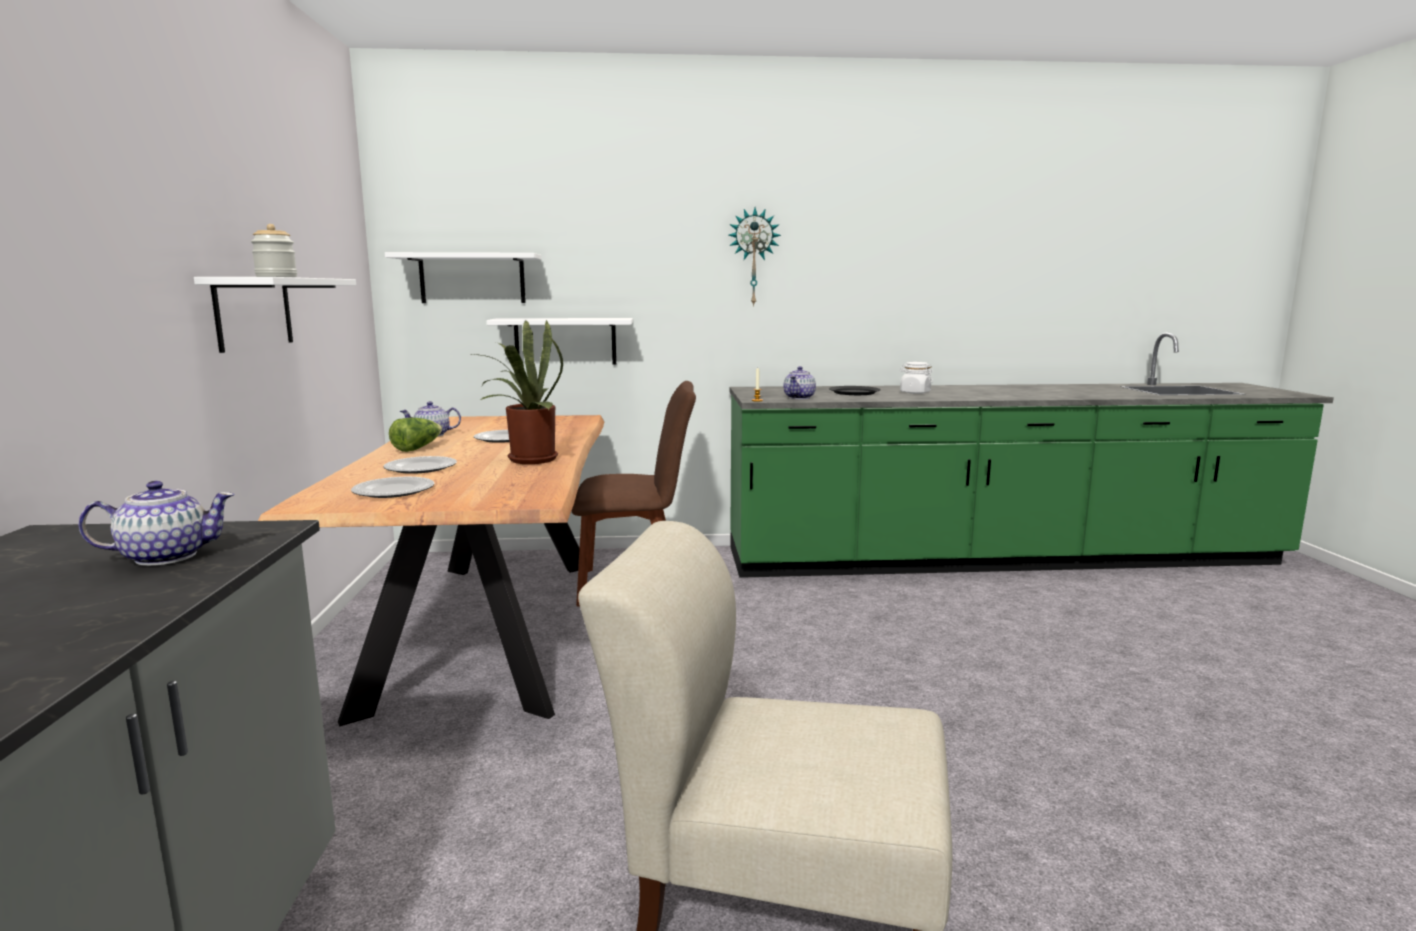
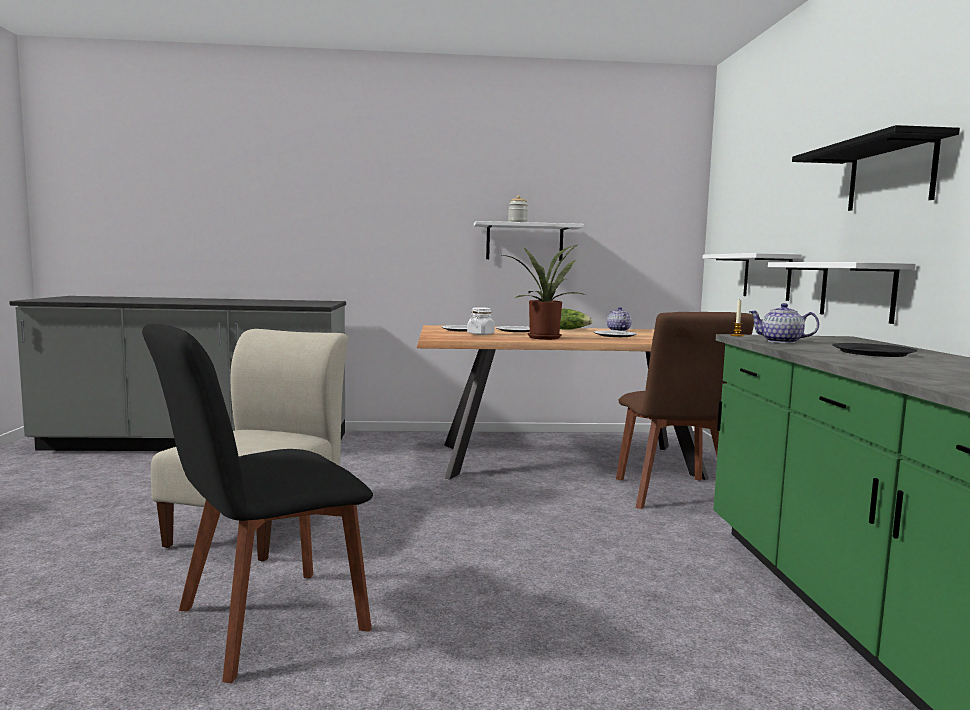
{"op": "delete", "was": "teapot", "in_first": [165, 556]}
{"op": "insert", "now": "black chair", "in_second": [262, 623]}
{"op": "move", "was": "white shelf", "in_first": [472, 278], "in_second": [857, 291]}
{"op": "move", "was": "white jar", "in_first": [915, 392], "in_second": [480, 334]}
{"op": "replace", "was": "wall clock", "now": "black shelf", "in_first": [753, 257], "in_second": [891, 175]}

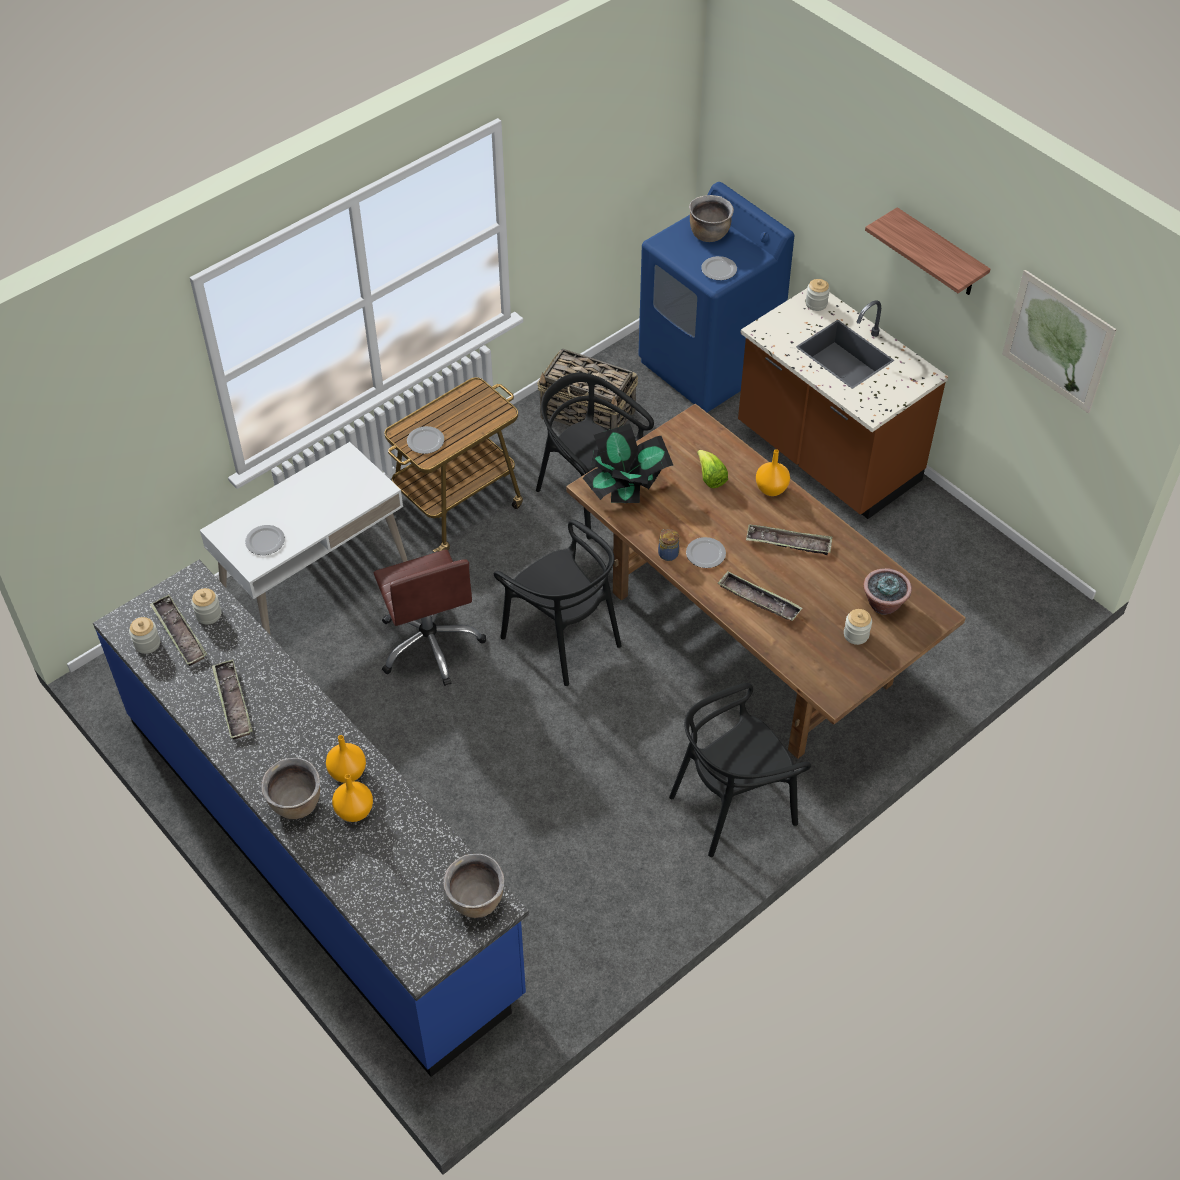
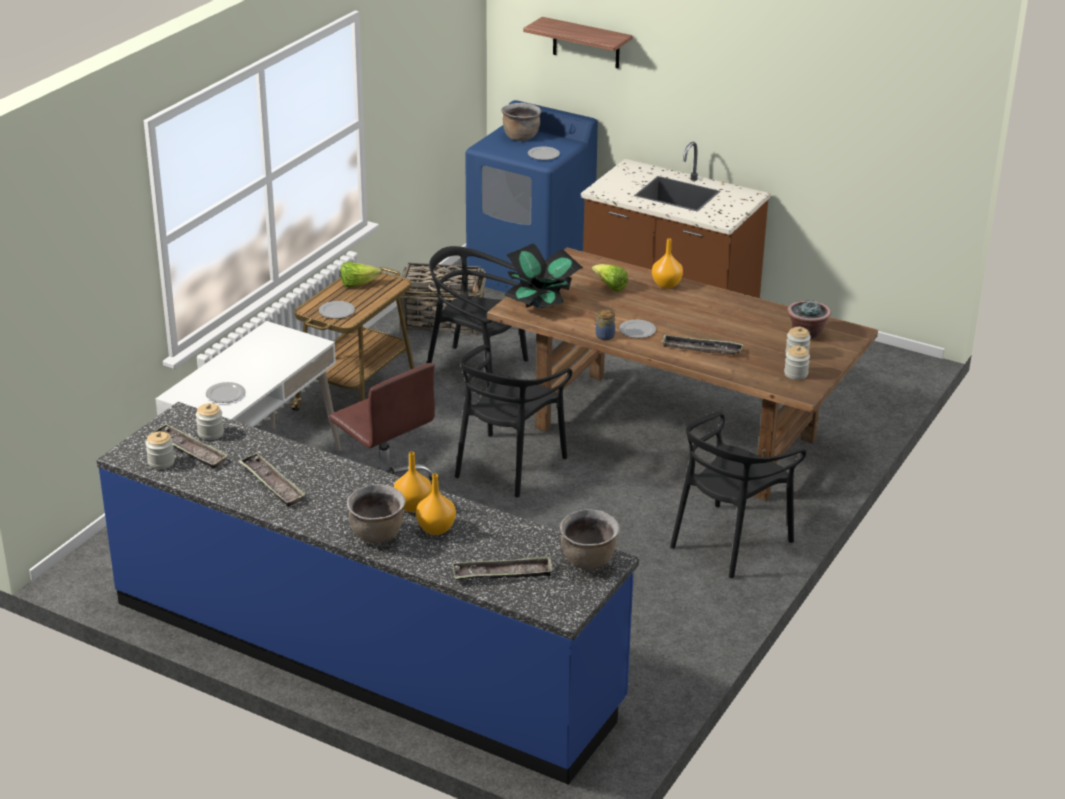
{"op": "delete", "was": "picture", "in_first": [1057, 341]}
{"op": "insert", "now": "lettuce", "in_second": [358, 284]}
{"op": "move", "was": "tray", "in_first": [788, 543], "in_second": [502, 574]}
{"op": "move", "was": "jar", "in_first": [816, 303], "in_second": [796, 374]}
{"op": "move", "was": "shelf", "in_first": [939, 254], "in_second": [586, 43]}
{"op": "rotate", "was": "black chair", "in_first": [562, 638], "in_second": [508, 465], "clockwise": 90}

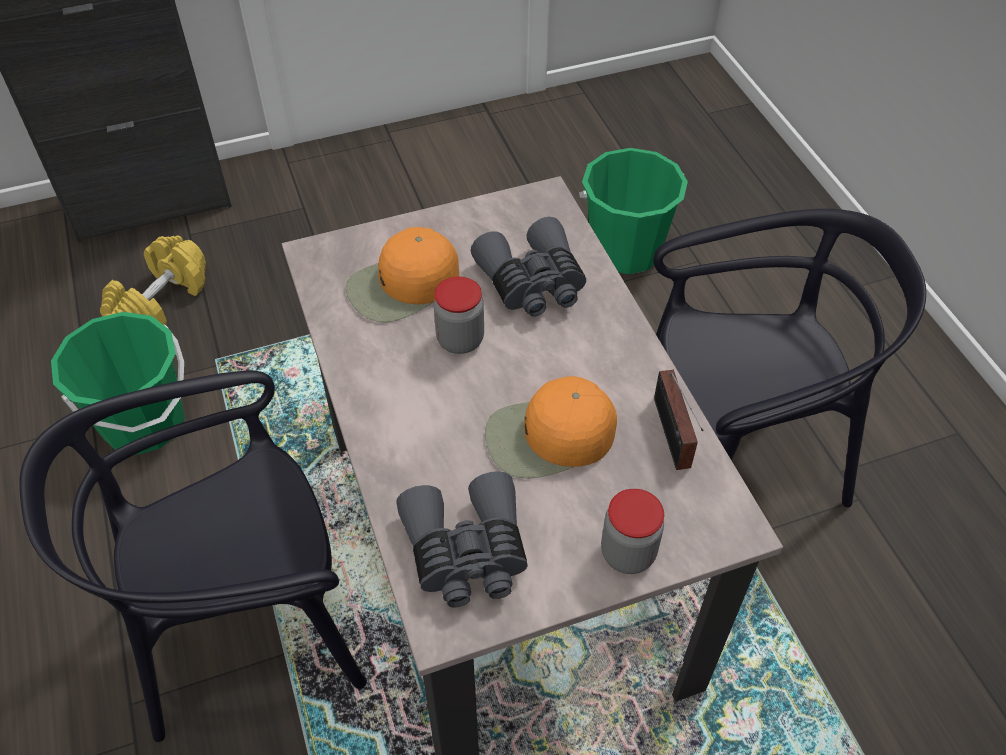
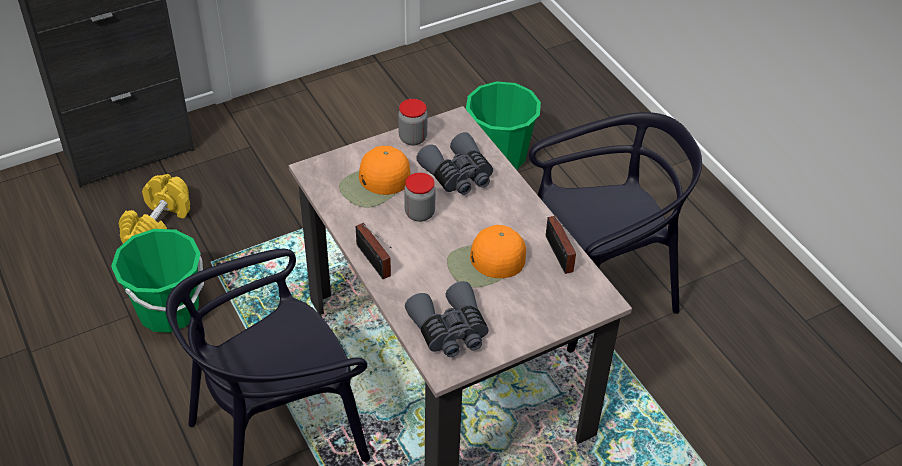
{"op": "insert", "now": "radio", "in_second": [374, 262]}
{"op": "move", "was": "jar", "in_first": [628, 553], "in_second": [412, 138]}

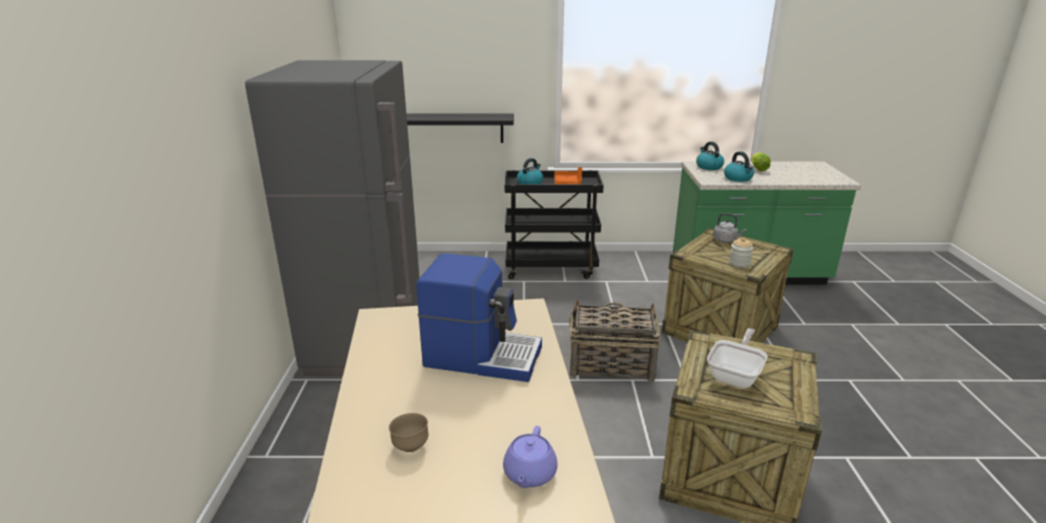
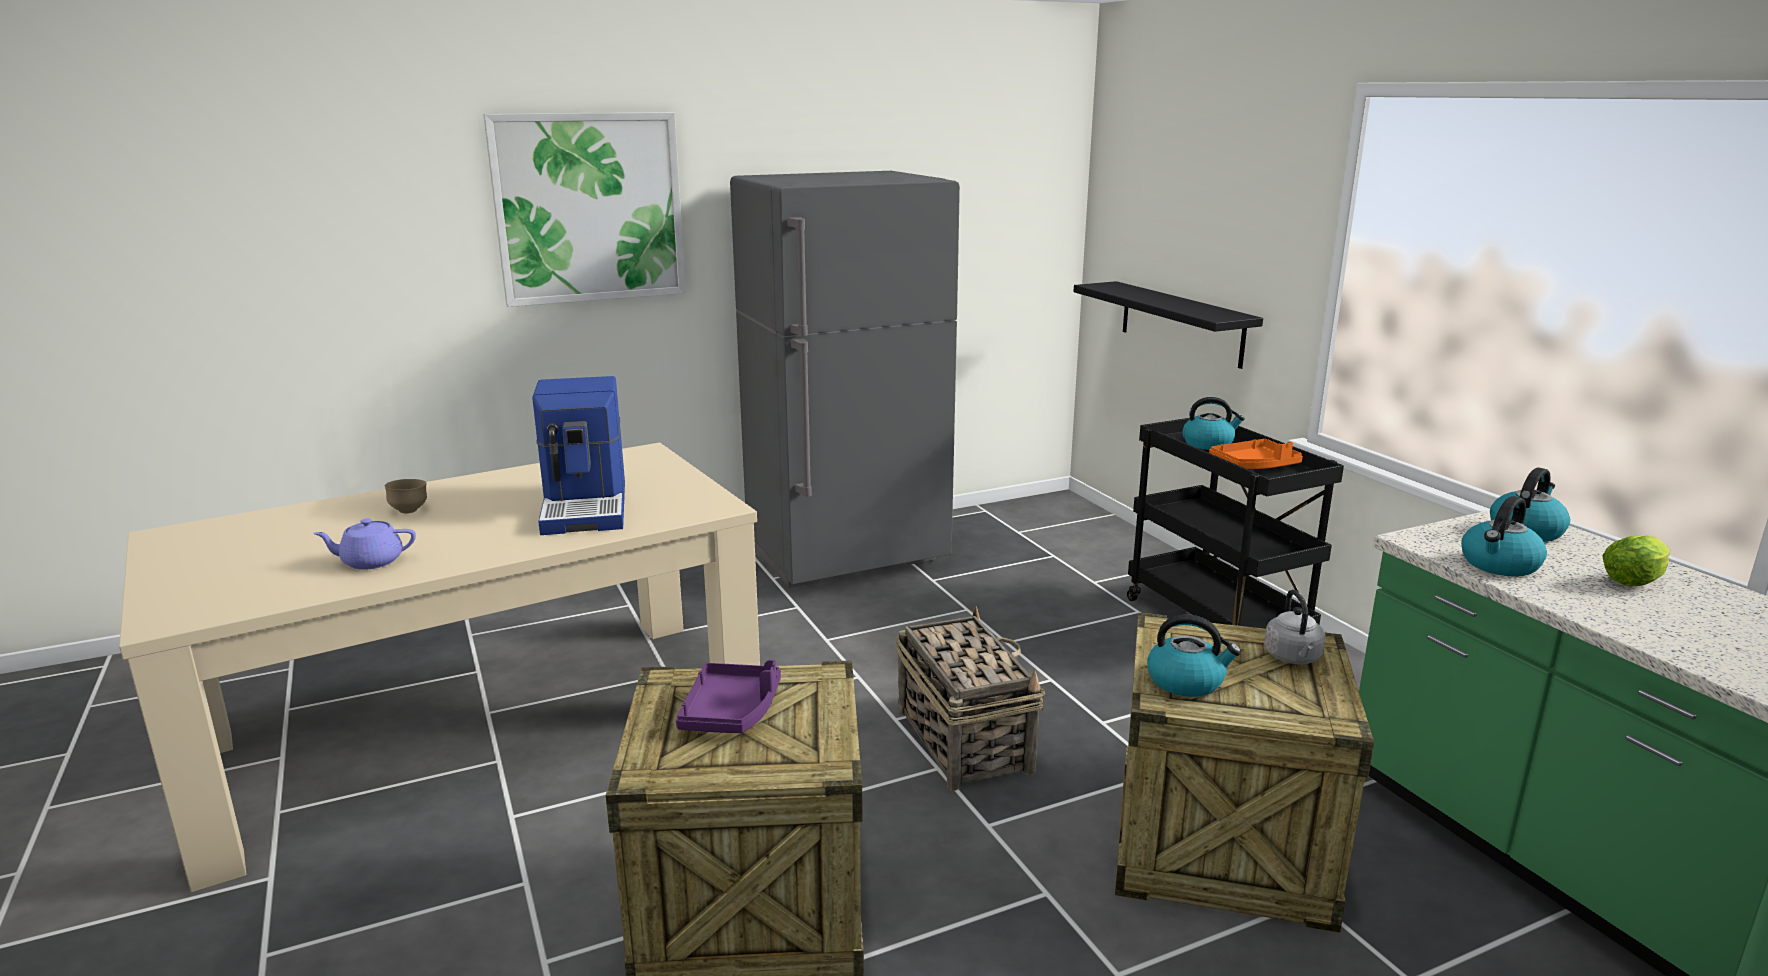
{"op": "insert", "now": "picture", "in_second": [589, 208]}
{"op": "replace", "was": "frying pan", "now": "purple tray", "in_first": [735, 375], "in_second": [731, 711]}
{"op": "replace", "was": "jar", "now": "kettle", "in_first": [739, 263], "in_second": [1186, 681]}

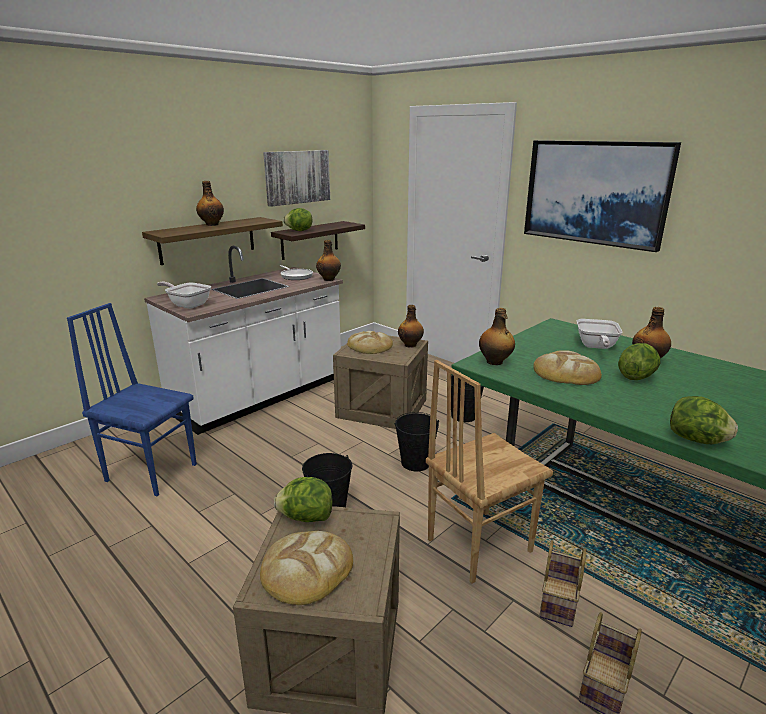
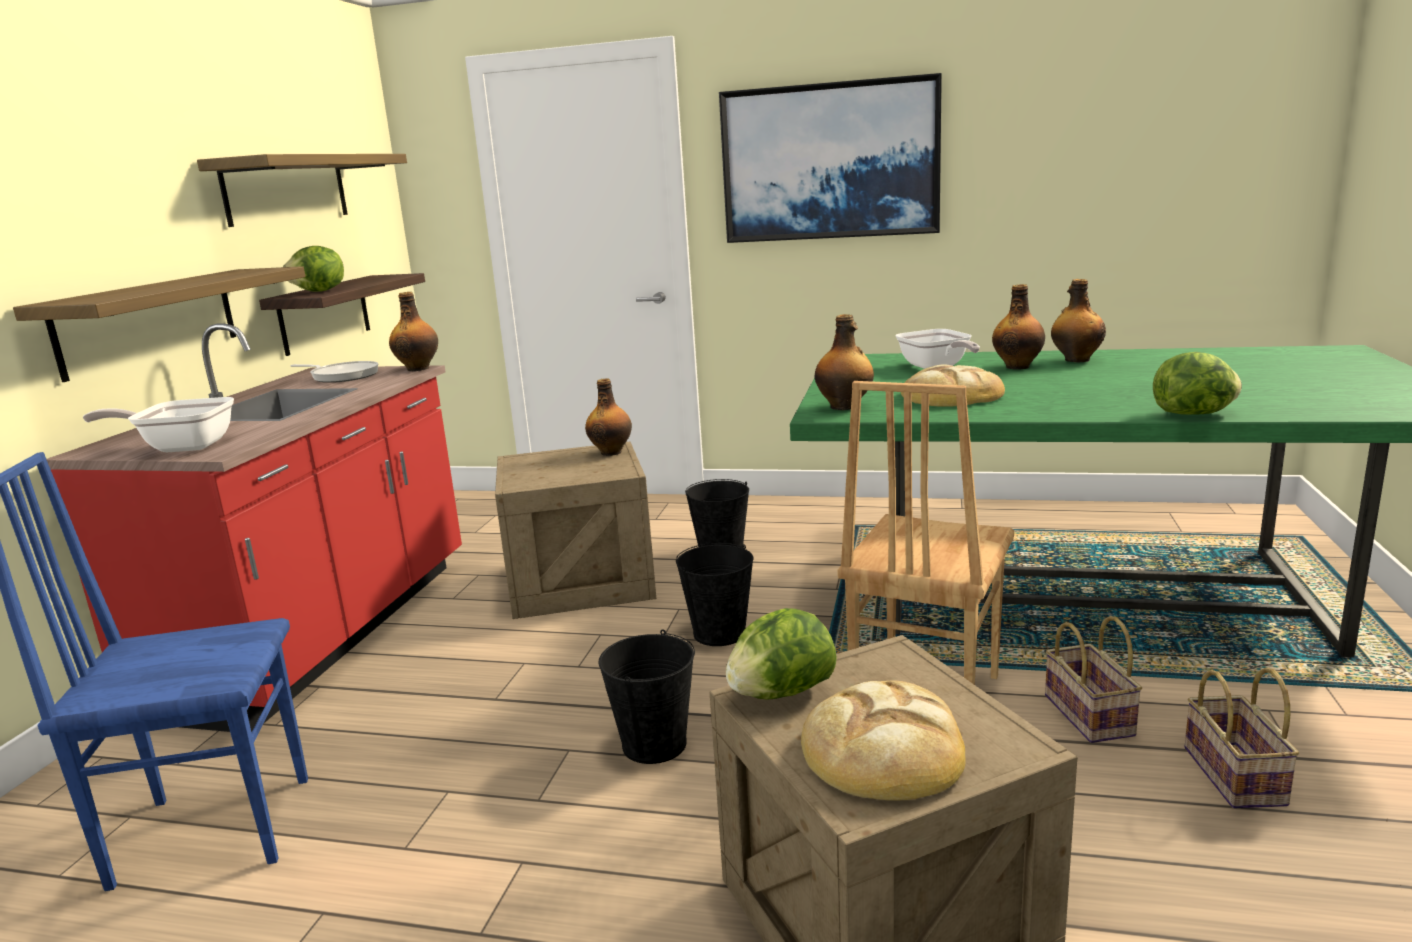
{"op": "delete", "was": "bread", "in_first": [370, 346]}
{"op": "delete", "was": "lettuce", "in_first": [636, 377]}
{"op": "move", "was": "bottle", "in_first": [212, 224], "in_second": [1076, 360]}
{"op": "replace", "was": "picture", "now": "shelf", "in_first": [297, 177], "in_second": [286, 189]}
{"op": "recolor", "was": "white counter", "now": "red counter", "in_first": [259, 397], "in_second": [323, 634]}

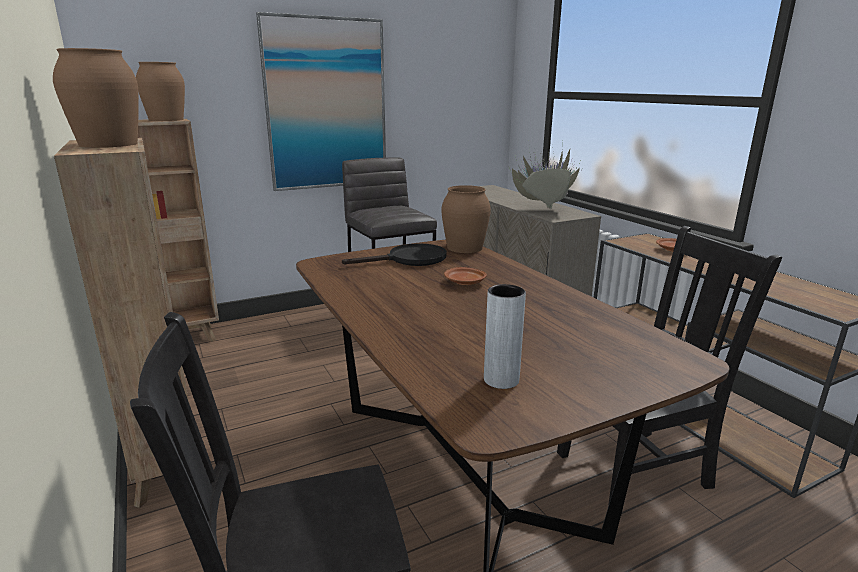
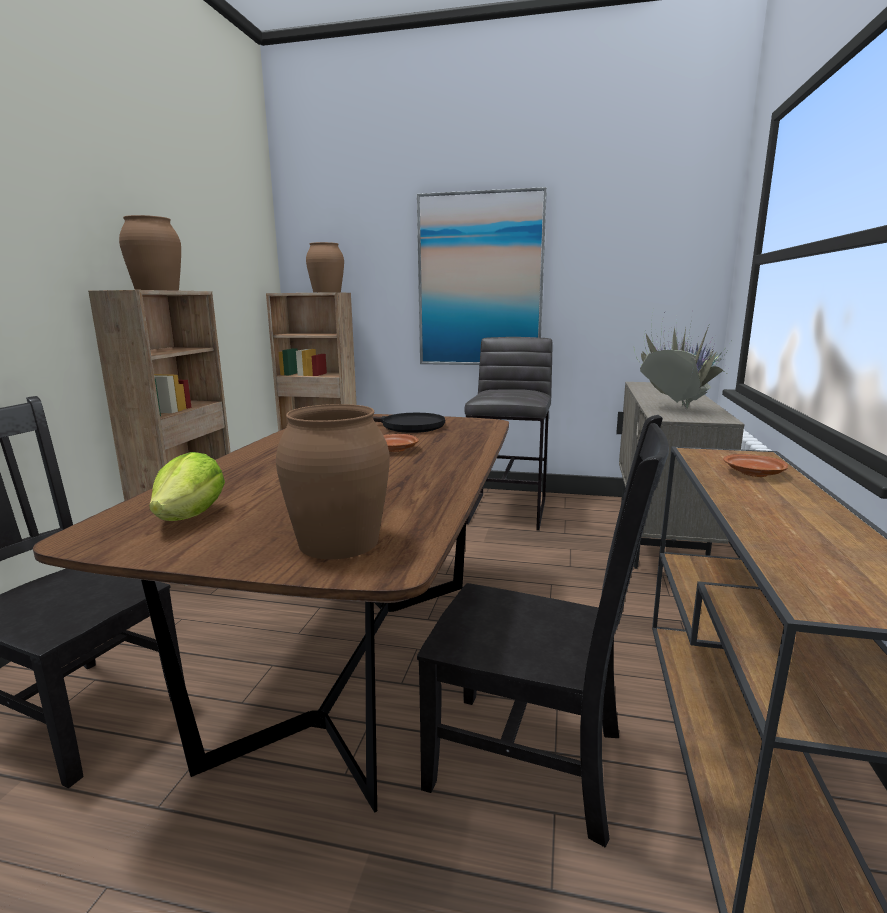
{"op": "move", "was": "brown vase", "in_first": [464, 248], "in_second": [337, 542]}
{"op": "replace", "was": "grey vase", "now": "lettuce", "in_first": [501, 380], "in_second": [191, 516]}

